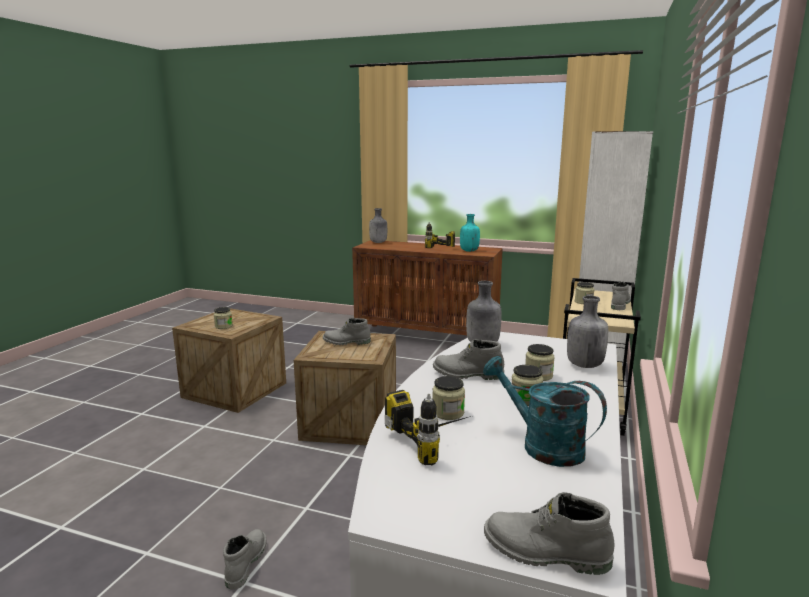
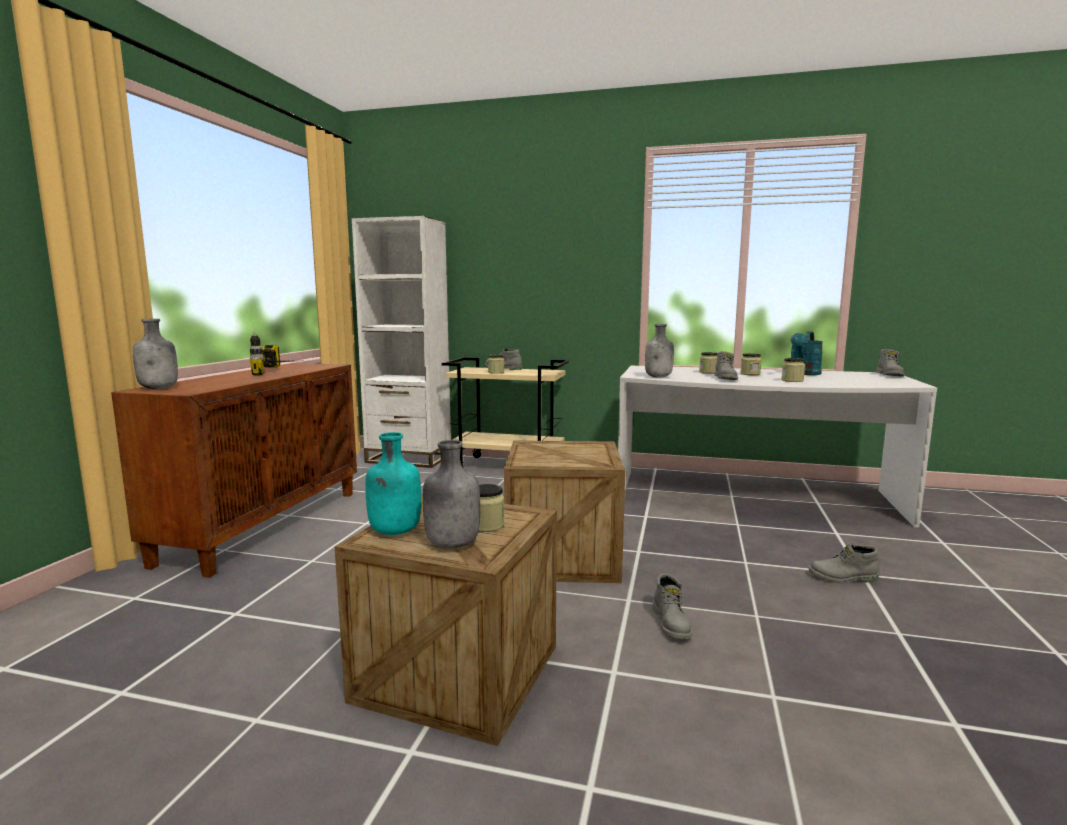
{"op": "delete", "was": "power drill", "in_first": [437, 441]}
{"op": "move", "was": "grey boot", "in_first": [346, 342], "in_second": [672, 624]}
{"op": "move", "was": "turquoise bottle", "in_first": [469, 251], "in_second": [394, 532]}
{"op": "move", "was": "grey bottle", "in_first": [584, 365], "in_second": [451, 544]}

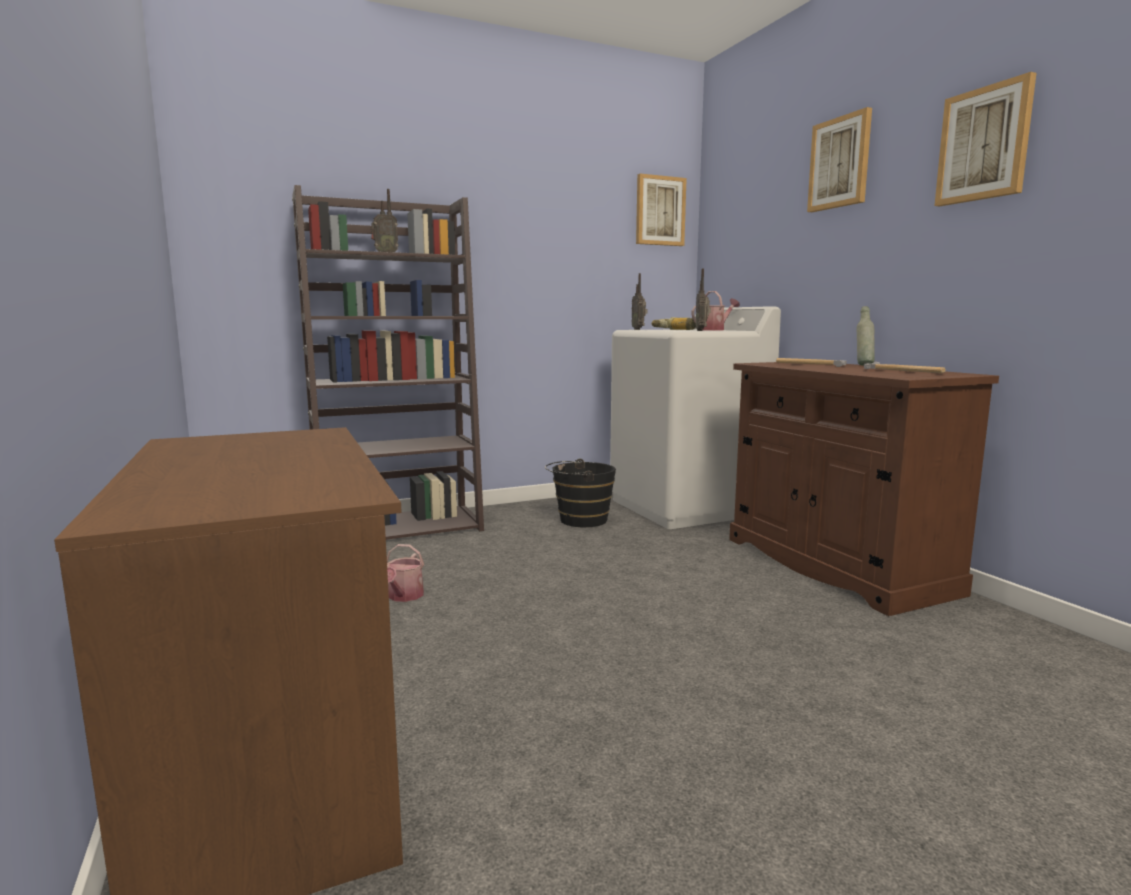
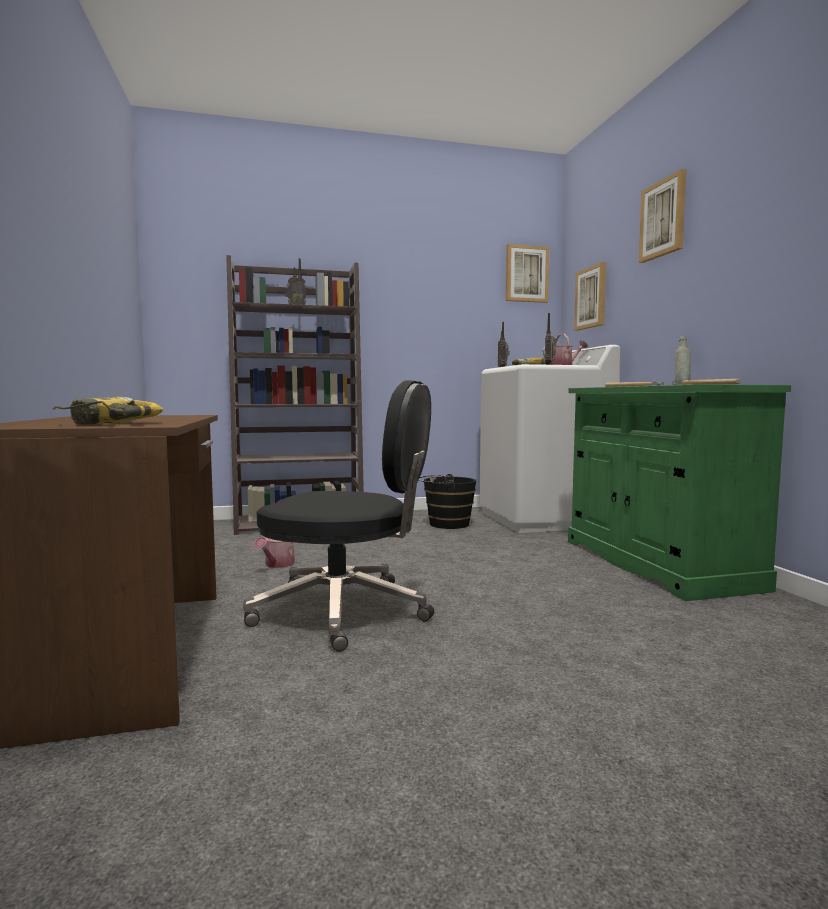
{"op": "insert", "now": "power drill", "in_second": [103, 423]}
{"op": "insert", "now": "black office chair", "in_second": [345, 611]}
{"op": "move", "was": "picture", "in_first": [984, 144], "in_second": [591, 298]}
{"op": "recolor", "was": "brown cabinet", "now": "green cabinet", "in_first": [835, 565], "in_second": [655, 563]}

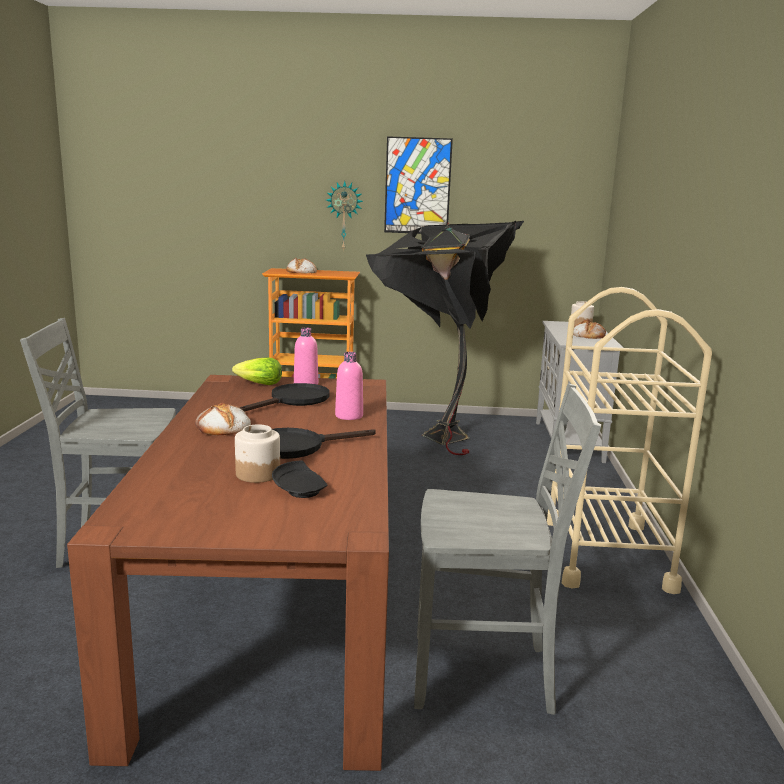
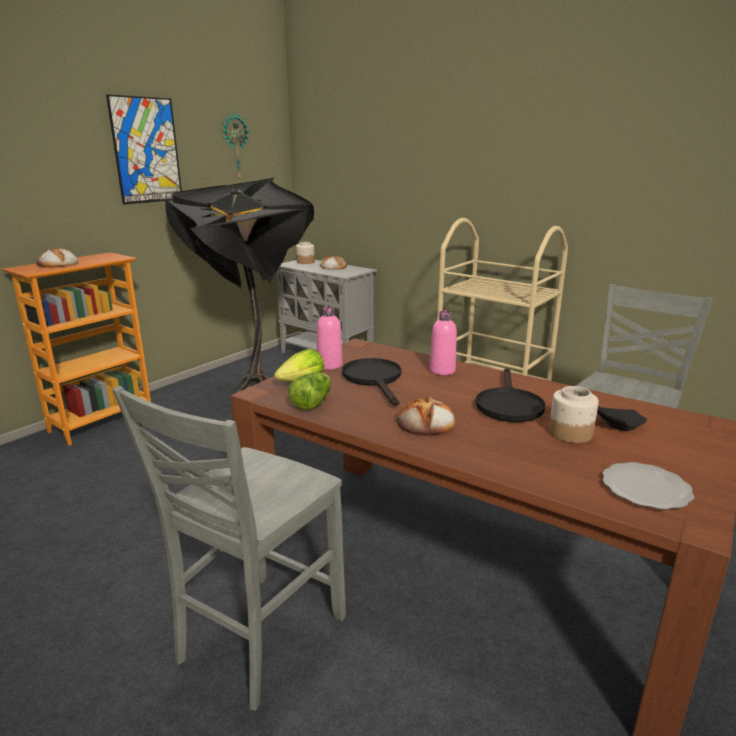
{"op": "insert", "now": "lettuce", "in_second": [312, 403]}
{"op": "insert", "now": "plate", "in_second": [647, 489]}
{"op": "move", "was": "wall clock", "in_first": [344, 216], "in_second": [235, 147]}

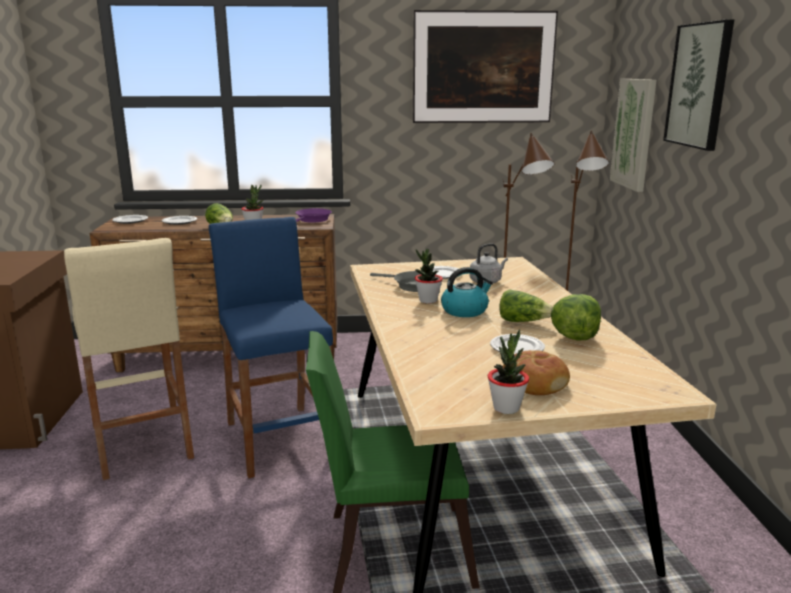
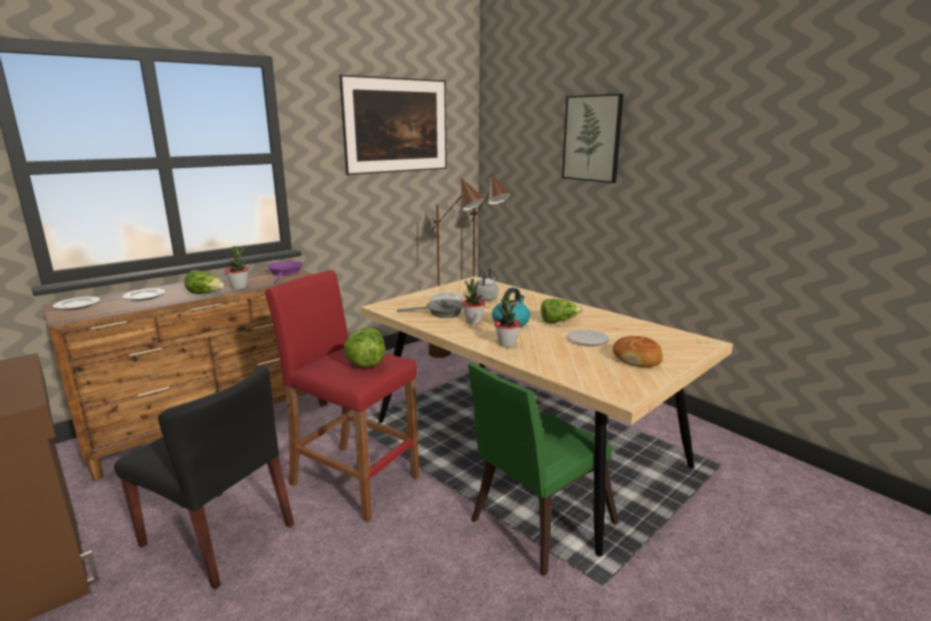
{"op": "delete", "was": "picture", "in_first": [634, 133]}
{"op": "move", "was": "potted plant", "in_first": [506, 408], "in_second": [506, 344]}
{"op": "move", "was": "lettuce", "in_first": [574, 337], "in_second": [365, 364]}
{"op": "replace", "was": "beige stool", "now": "black chair", "in_first": [142, 442], "in_second": [219, 535]}
{"op": "recolor", "was": "blue stool", "now": "red stool", "in_first": [278, 439], "in_second": [354, 480]}

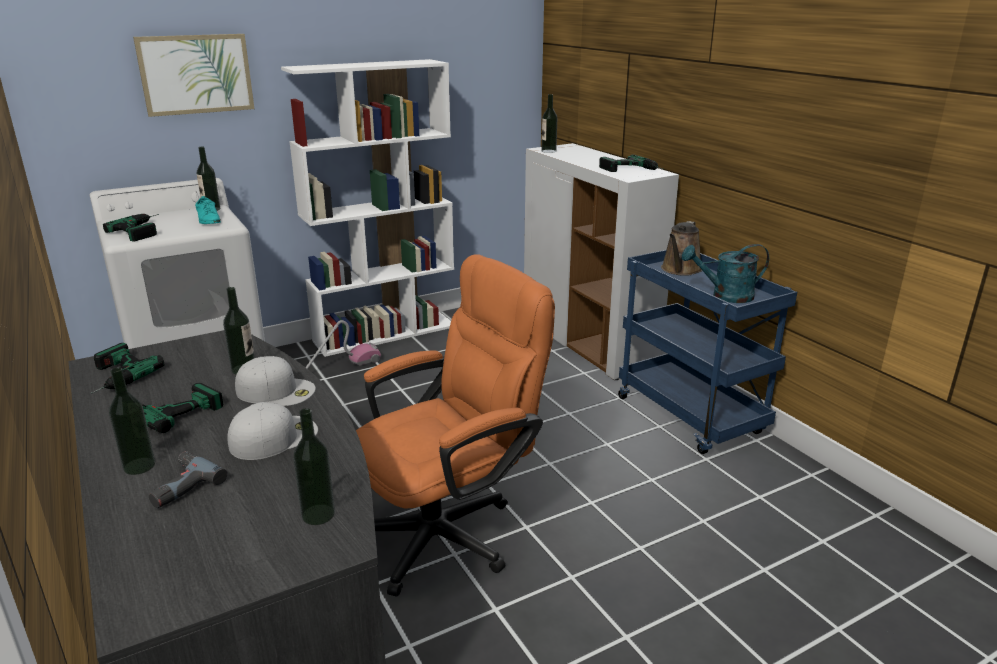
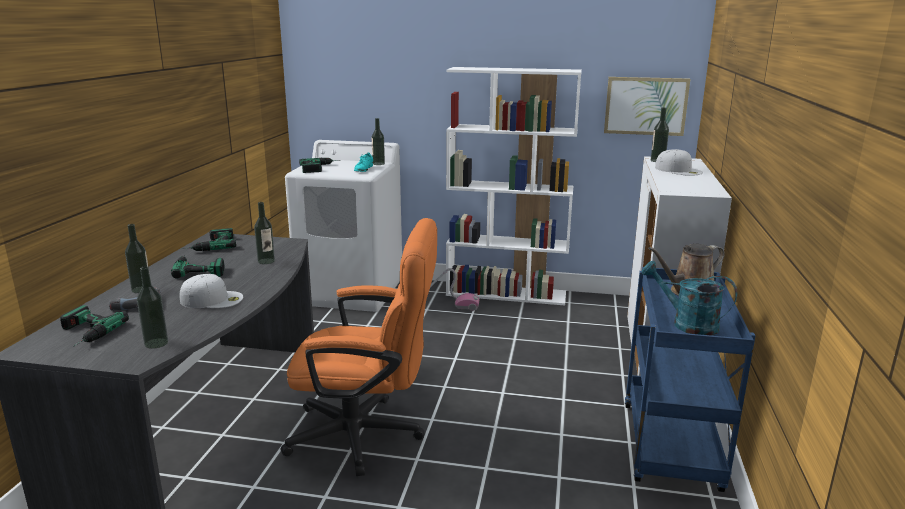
{"op": "move", "was": "picture", "in_first": [196, 74], "in_second": [645, 106]}
{"op": "move", "was": "white cap", "in_first": [276, 390], "in_second": [679, 170]}
{"op": "move", "was": "power drill", "in_first": [632, 170], "in_second": [83, 334]}

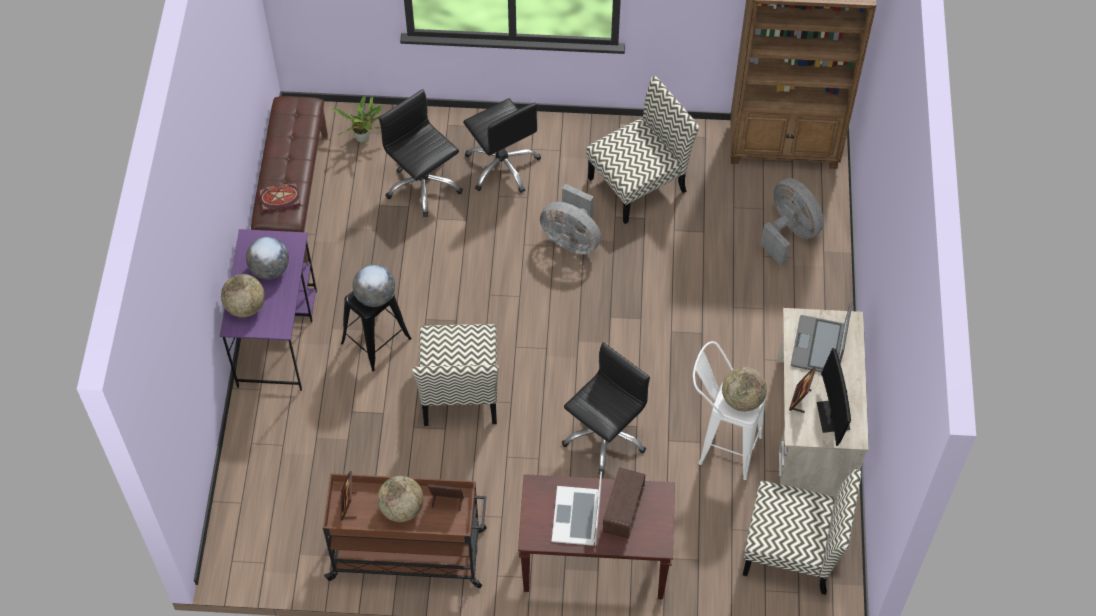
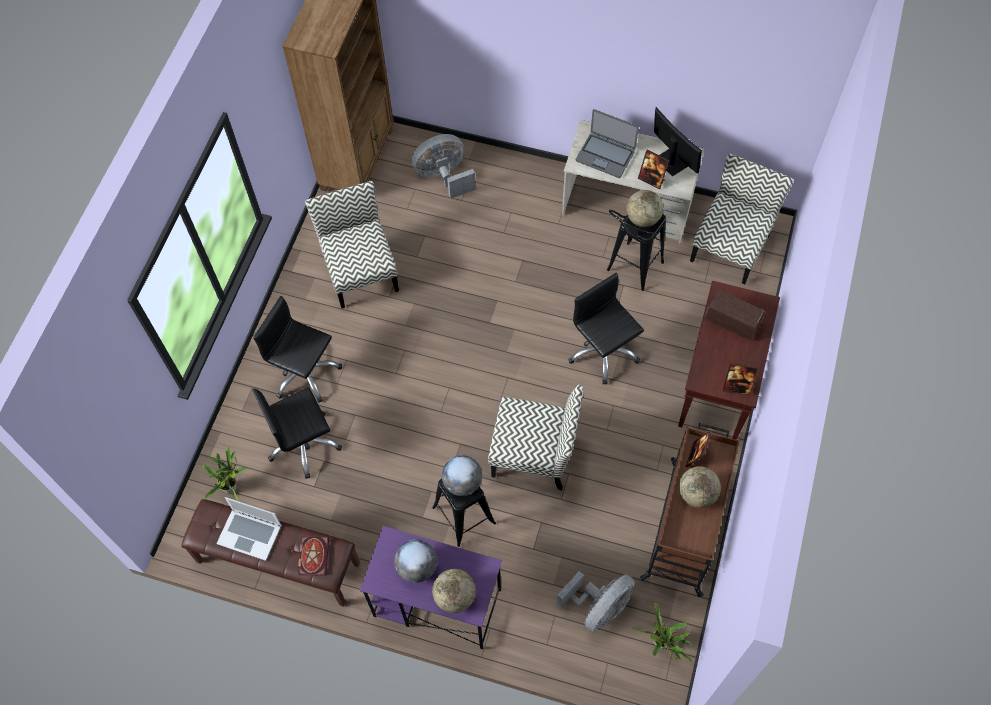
{"op": "insert", "now": "potted plant", "in_second": [662, 644]}
{"op": "move", "was": "picture frame", "in_first": [348, 506], "in_second": [736, 387]}
{"op": "move", "was": "grey fan", "in_first": [571, 239], "in_second": [599, 607]}
{"op": "move", "was": "laptop", "in_first": [577, 516], "in_second": [249, 534]}
{"op": "recolor", "was": "white stool", "now": "black stool", "in_first": [720, 446], "in_second": [630, 272]}
{"op": "rotate", "was": "black office chair", "in_first": [502, 166], "in_second": [305, 373], "clockwise": -135}
{"op": "rotate", "was": "monitor", "in_first": [833, 416], "in_second": [671, 162], "clockwise": -135}

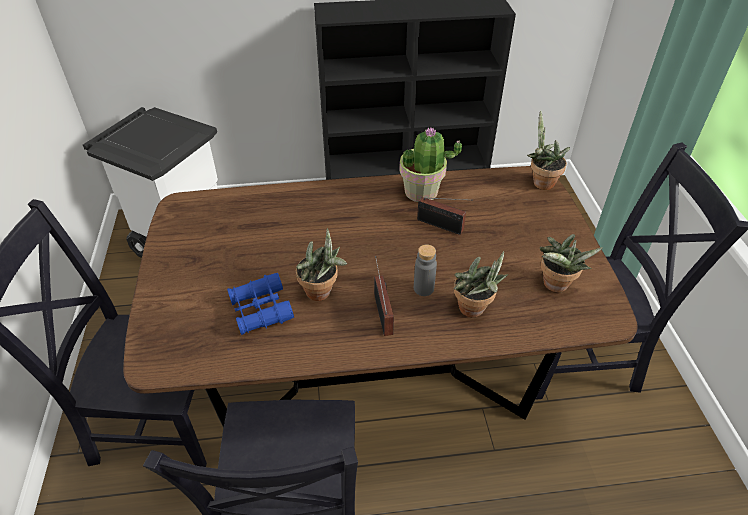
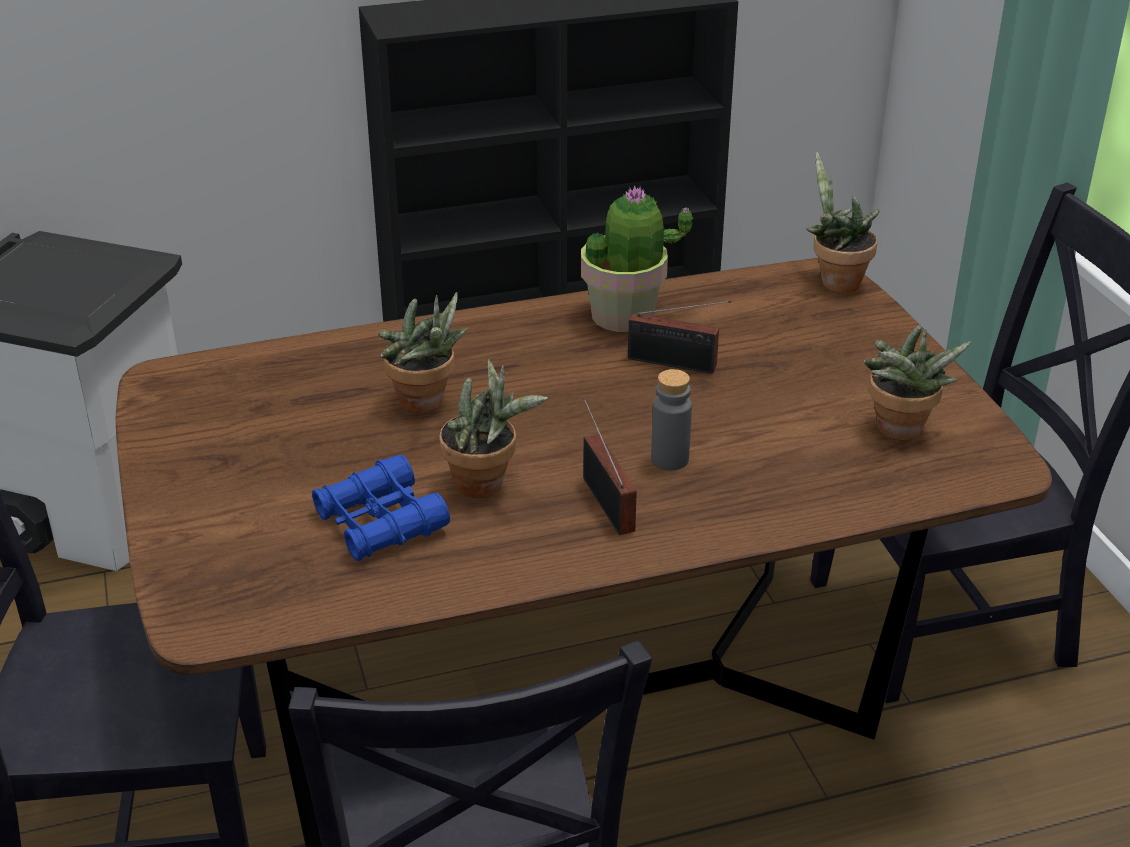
{"op": "move", "was": "potted plant", "in_first": [474, 310], "in_second": [426, 404]}

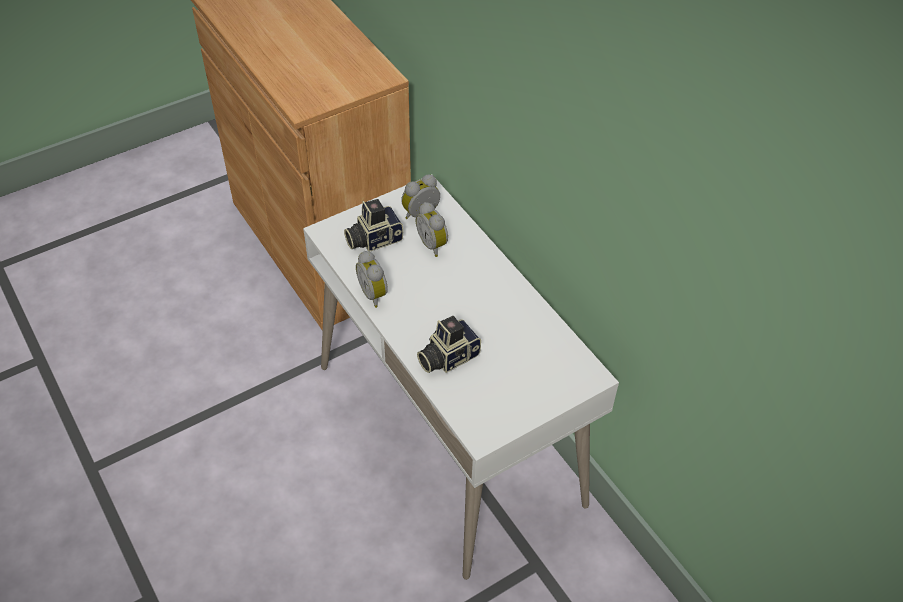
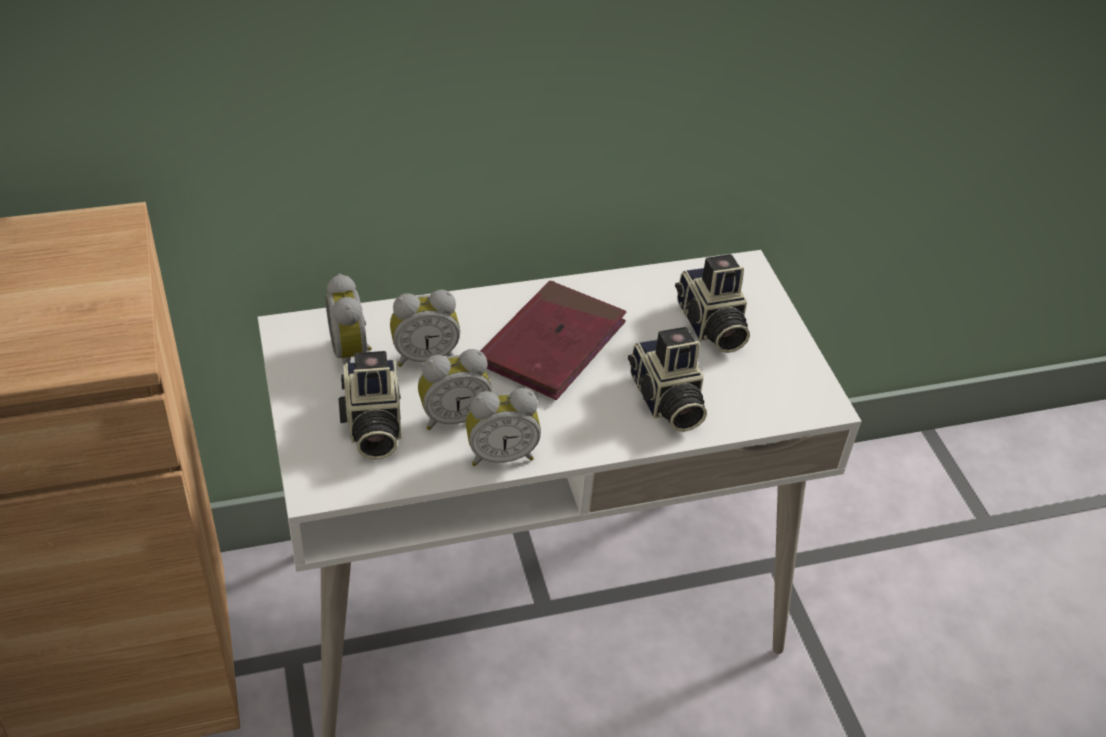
{"op": "insert", "now": "alarm clock", "in_second": [453, 416]}
{"op": "insert", "now": "red book", "in_second": [552, 344]}
{"op": "insert", "now": "photo camera", "in_second": [710, 326]}

